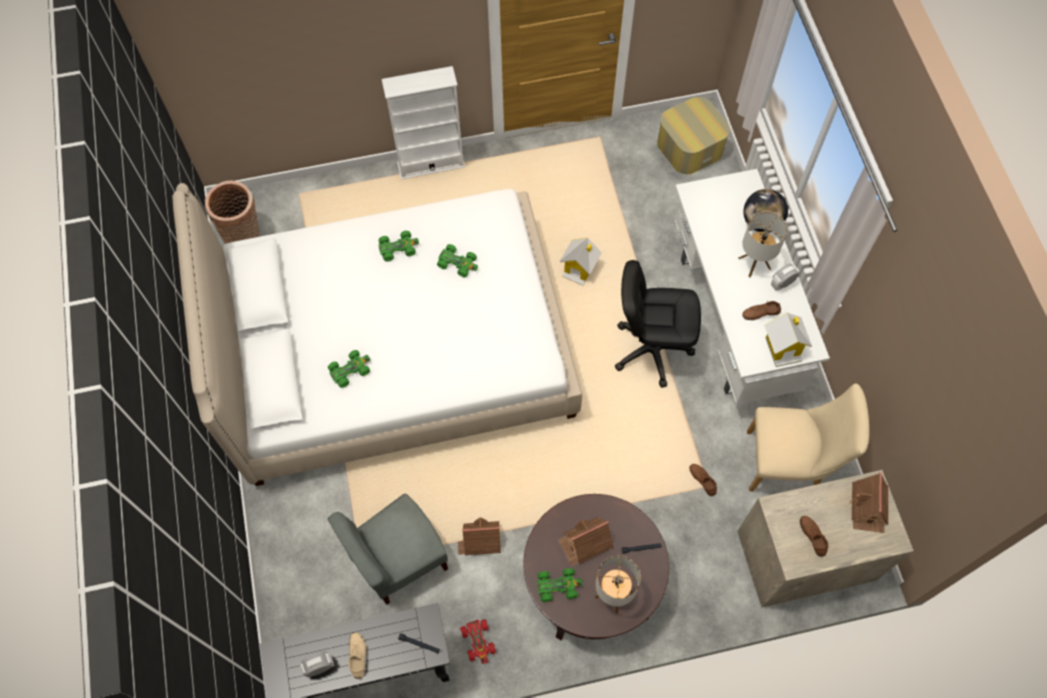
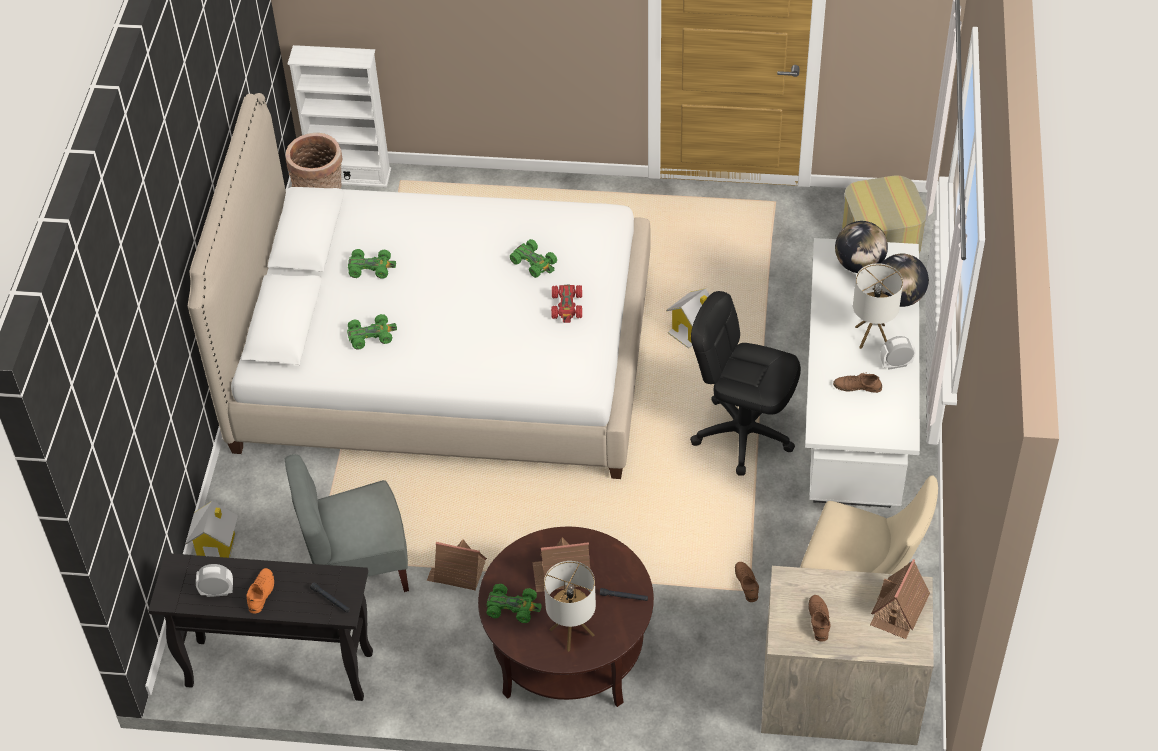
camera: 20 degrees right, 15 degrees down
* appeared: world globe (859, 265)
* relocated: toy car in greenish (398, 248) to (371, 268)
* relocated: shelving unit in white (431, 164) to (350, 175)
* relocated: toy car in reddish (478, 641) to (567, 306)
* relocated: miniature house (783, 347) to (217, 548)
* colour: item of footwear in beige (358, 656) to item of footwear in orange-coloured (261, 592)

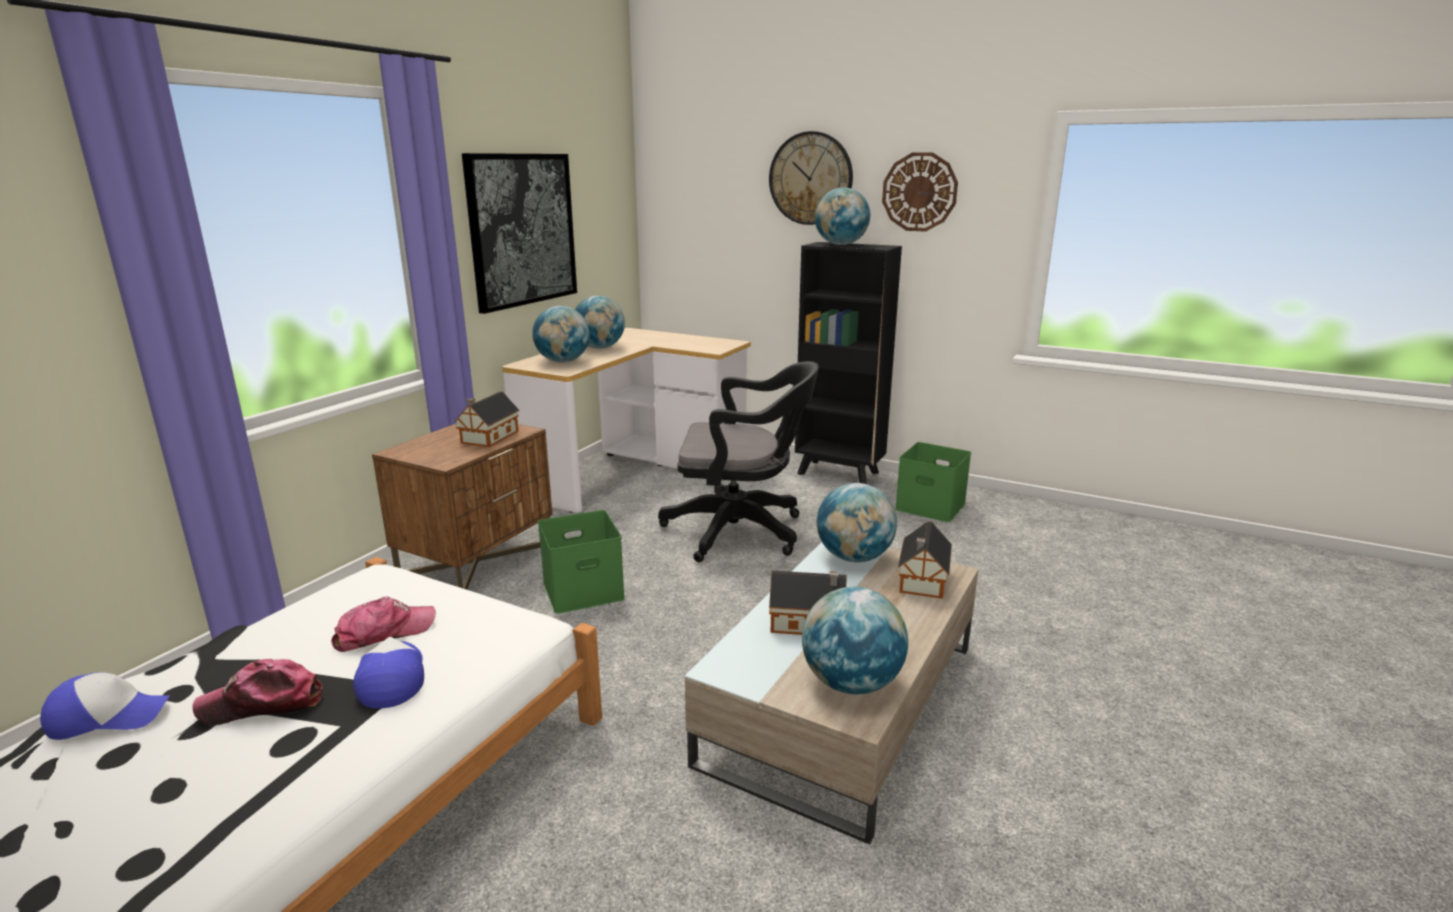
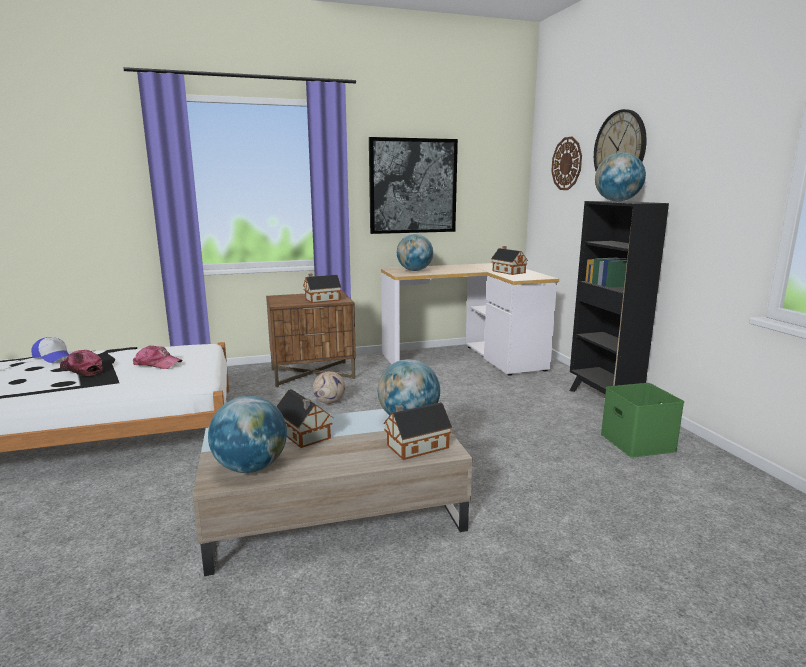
camera: 45 degrees right, 5 degrees down
* missing: peaked cap (393, 679)
* missing: world globe (599, 348)
* missing: desk chair in black (742, 531)
* appeared: miniature house (508, 271)
* relocated: hanging clock (919, 192) to (567, 163)
* exchanged: storage bin in greenish (584, 589) to football ball (330, 402)

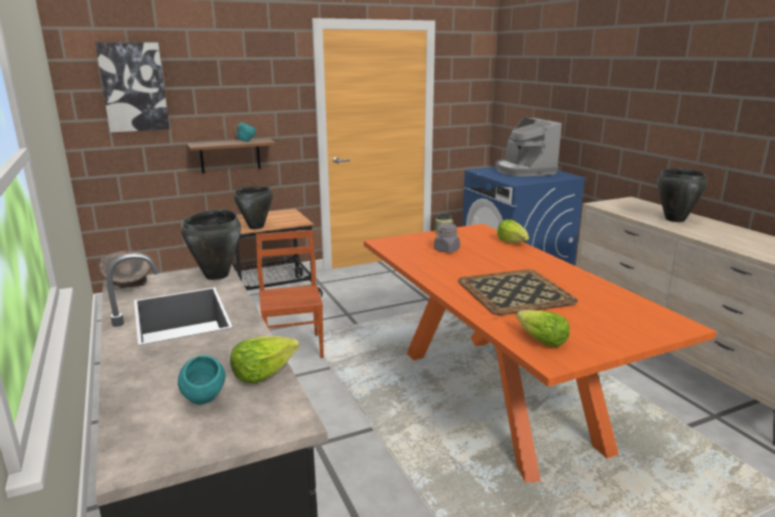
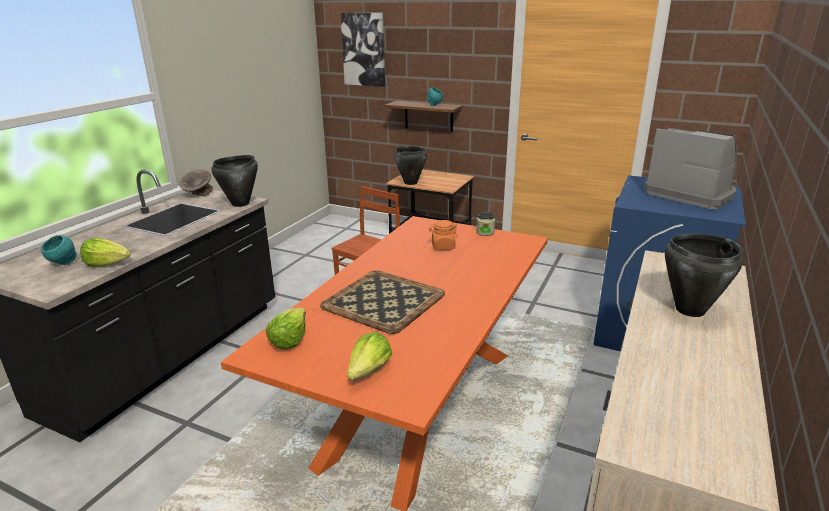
camera: 50 degrees right, 5 degrees up
* relocated: lettuce head (512, 242) to (369, 371)
* colour: jar in greyish (446, 250) to jar in orange-coloured (443, 247)
* spun: coffee maker (523, 171) = (690, 194) 105 degrees clockwise

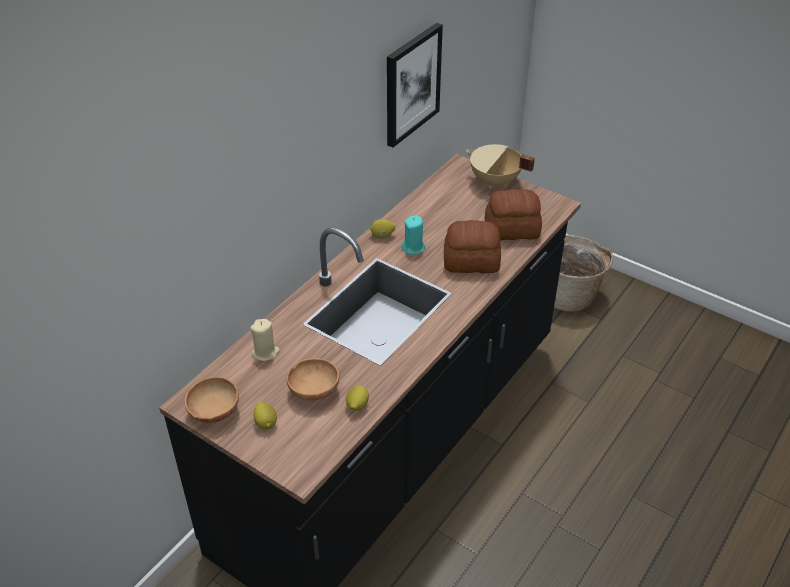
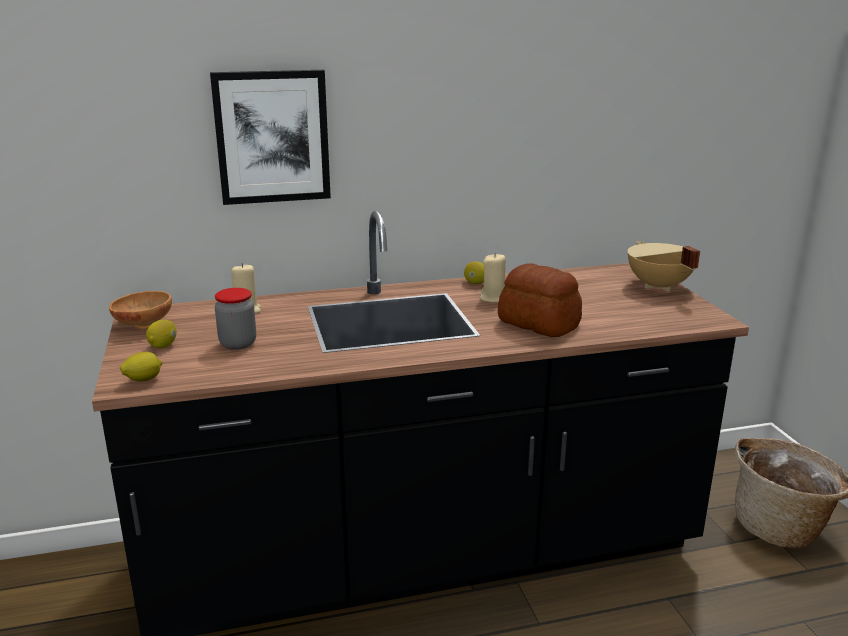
camera: 40 degrees right, 20 degrees down
* missing: bakery bread (512, 230)
* relocated: lemon (357, 405) to (143, 380)
* relocated: wall art (411, 84) to (272, 137)
* exchanged: deep dish in brownish (314, 390) to jar (238, 343)
* colour: candle in turquoise (413, 248) to candle in beige (494, 298)

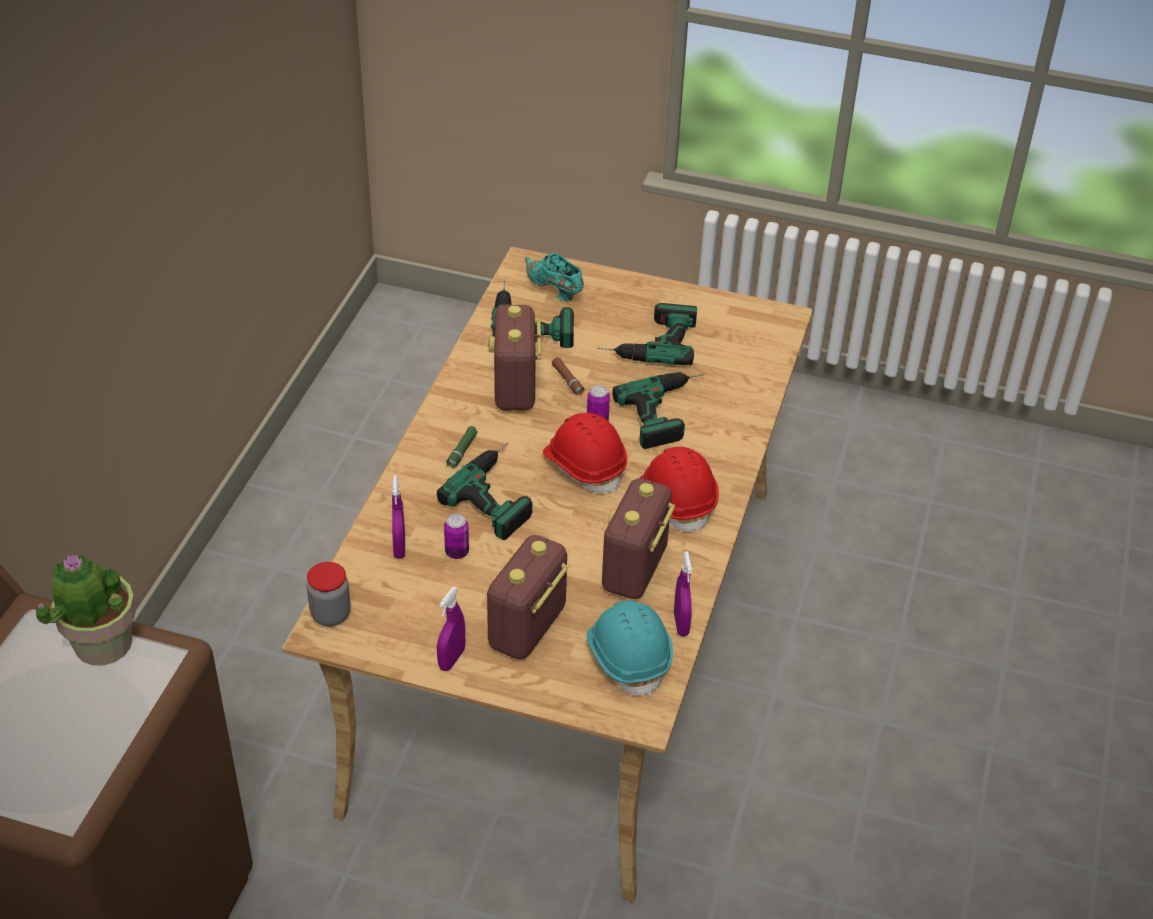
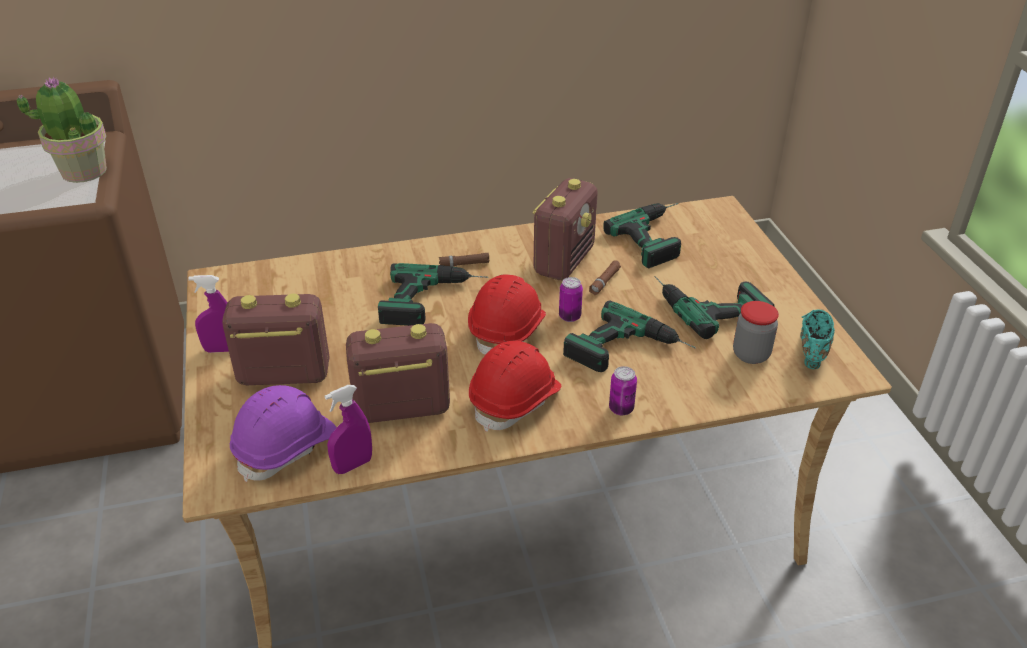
camera: 60 degrees right, 5 degrees down
* missing: hand sprayer in purplish (399, 547)
* relocated: jar (330, 614) to (751, 354)
* relocated: can (457, 552) to (621, 409)
* relocated: item of footwear in turquoise (554, 289) to (812, 351)
* colour: flashlight in greenish (462, 451) to flashlight in brownish (464, 264)
* colour: hard hat in turquoise (628, 657) to hard hat in purplish (286, 447)
* spun: radio set (515, 389) = (564, 260) 150 degrees clockwise

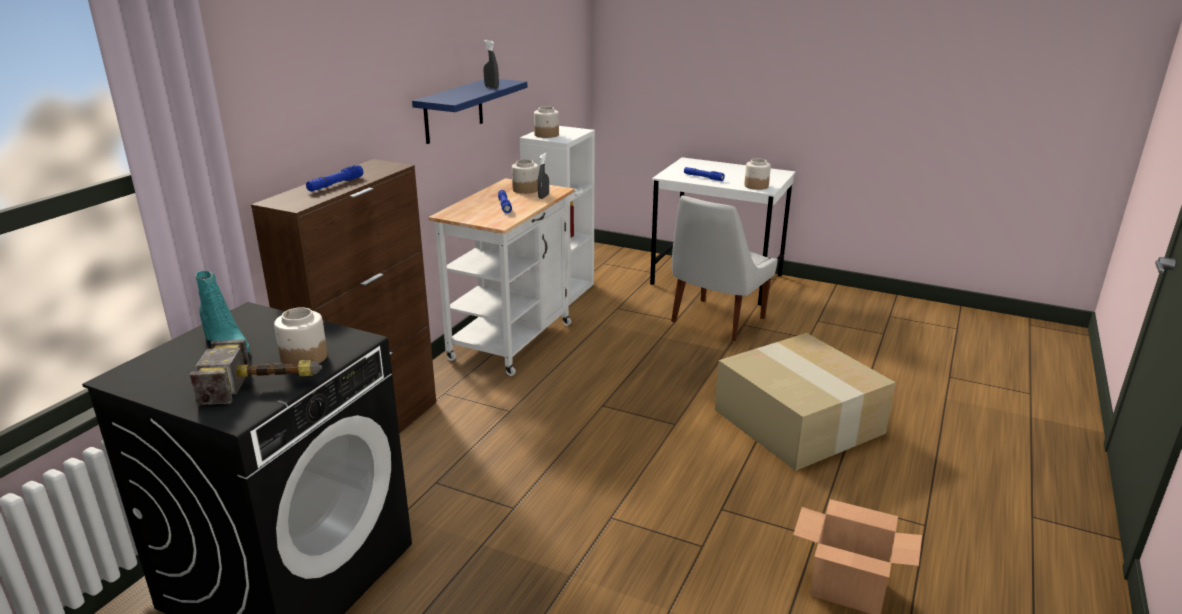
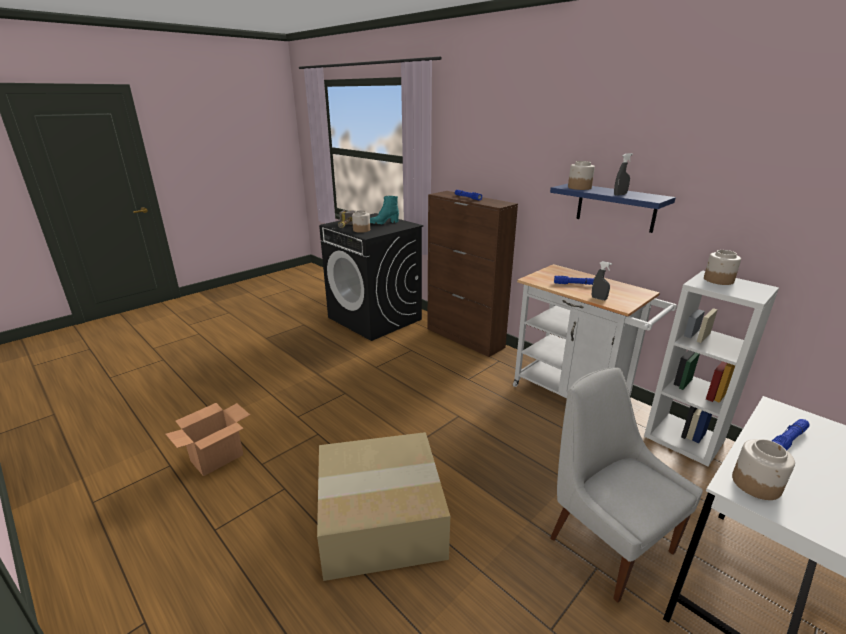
camera: 110 degrees right, 0 degrees up
* relocated: jar (525, 189) to (579, 187)

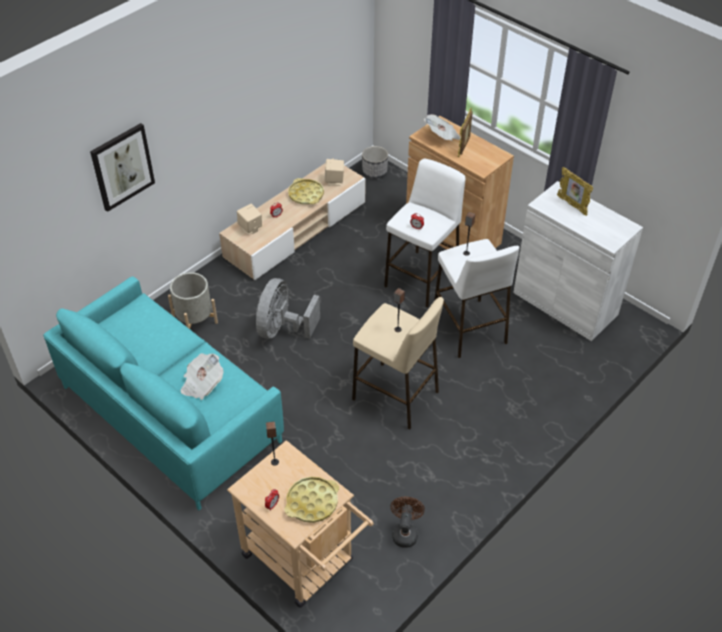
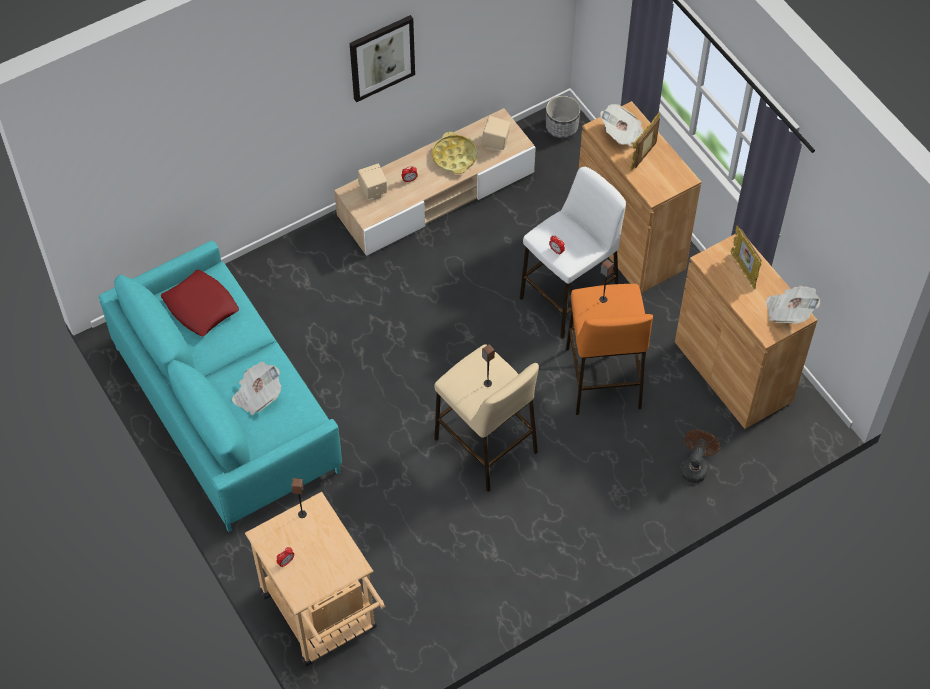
camera: 15 degrees right, 10 degrees up
* missing: plant pot in greyish (195, 320)
* missing: fan in greyish (282, 329)
* missing: carrying tray in yellow-coloured (312, 502)
* appeared: cushion in reddish (200, 307)
* appeared: daily paper (789, 312)
* relocated: wall art (122, 166) to (381, 57)
* relocated: fan in brownish (405, 532) to (695, 466)
* colour: stool in white (469, 328) to stool in orange-coloured (603, 379)
* colour: storage cabinet in white (565, 303) to storage cabinet in brownish (733, 371)

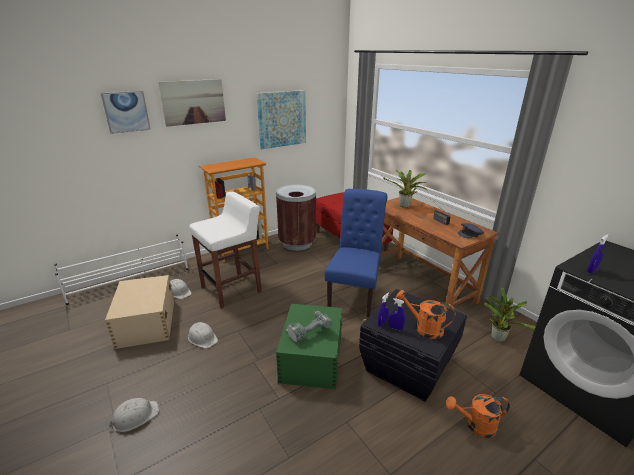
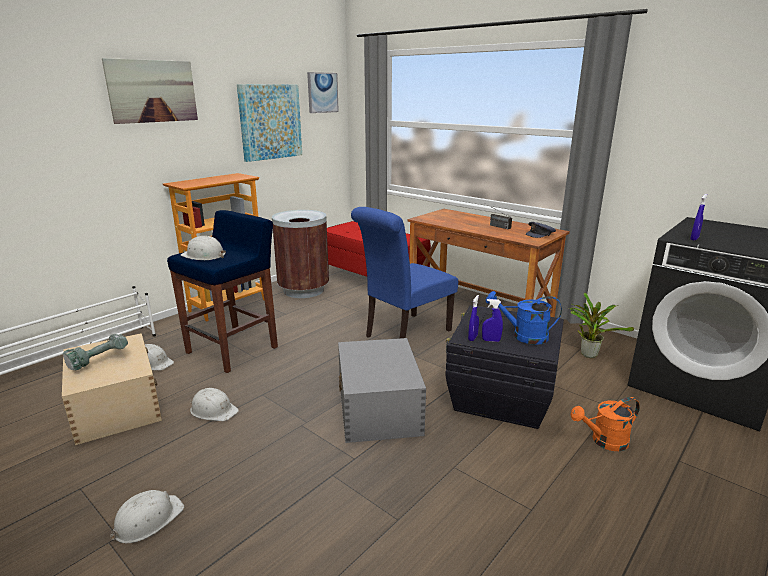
camera: 15 degrees left, 5 degrees down
* missing: plant in a pot (405, 206)
* appeared: hard hat in white (204, 255)
* relocated: wall art (126, 112) to (322, 92)
* relocated: drill (308, 331) to (98, 359)
* colour: stool in white (232, 289) to stool in blue (234, 349)
* colour: storage bin in greenish (311, 358) to storage bin in greyish (378, 409)
* colour: sprinkling can in orange-coloured (424, 328) to sprinkling can in blue (523, 336)
* spun: chair in blue (355, 294) = (404, 334) 135 degrees counterclockwise

